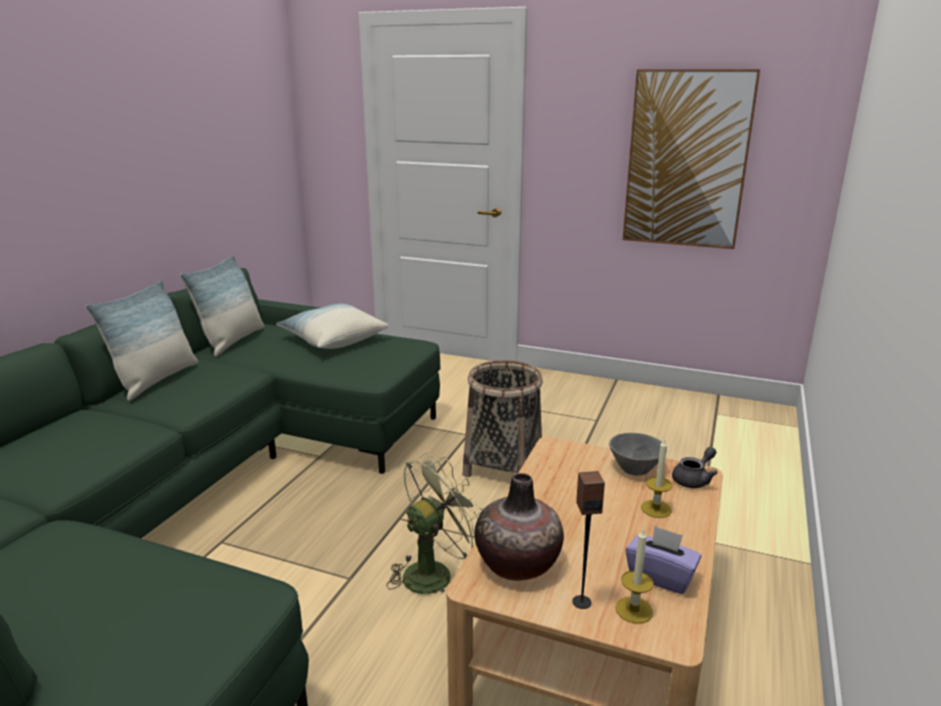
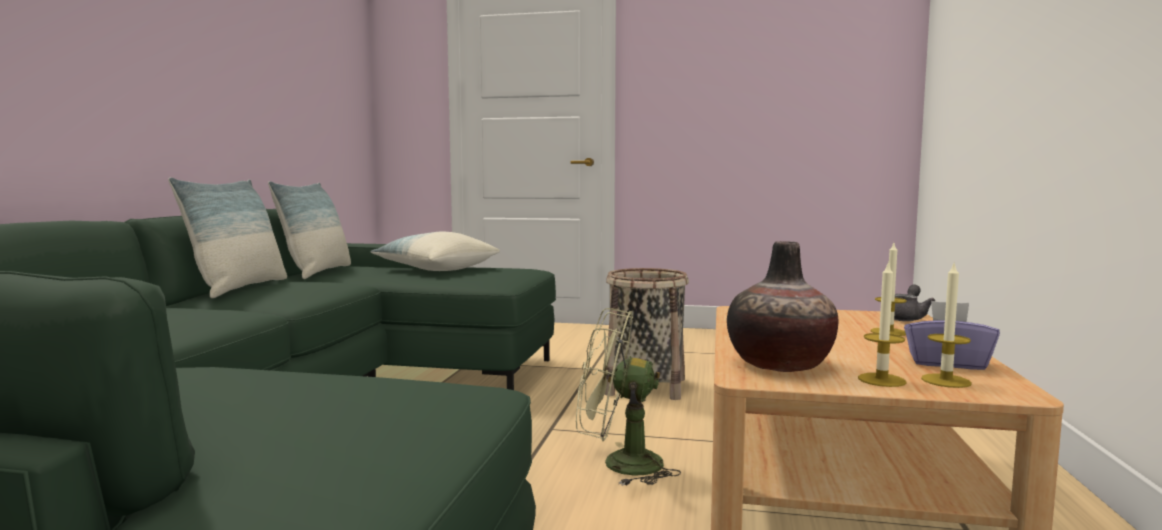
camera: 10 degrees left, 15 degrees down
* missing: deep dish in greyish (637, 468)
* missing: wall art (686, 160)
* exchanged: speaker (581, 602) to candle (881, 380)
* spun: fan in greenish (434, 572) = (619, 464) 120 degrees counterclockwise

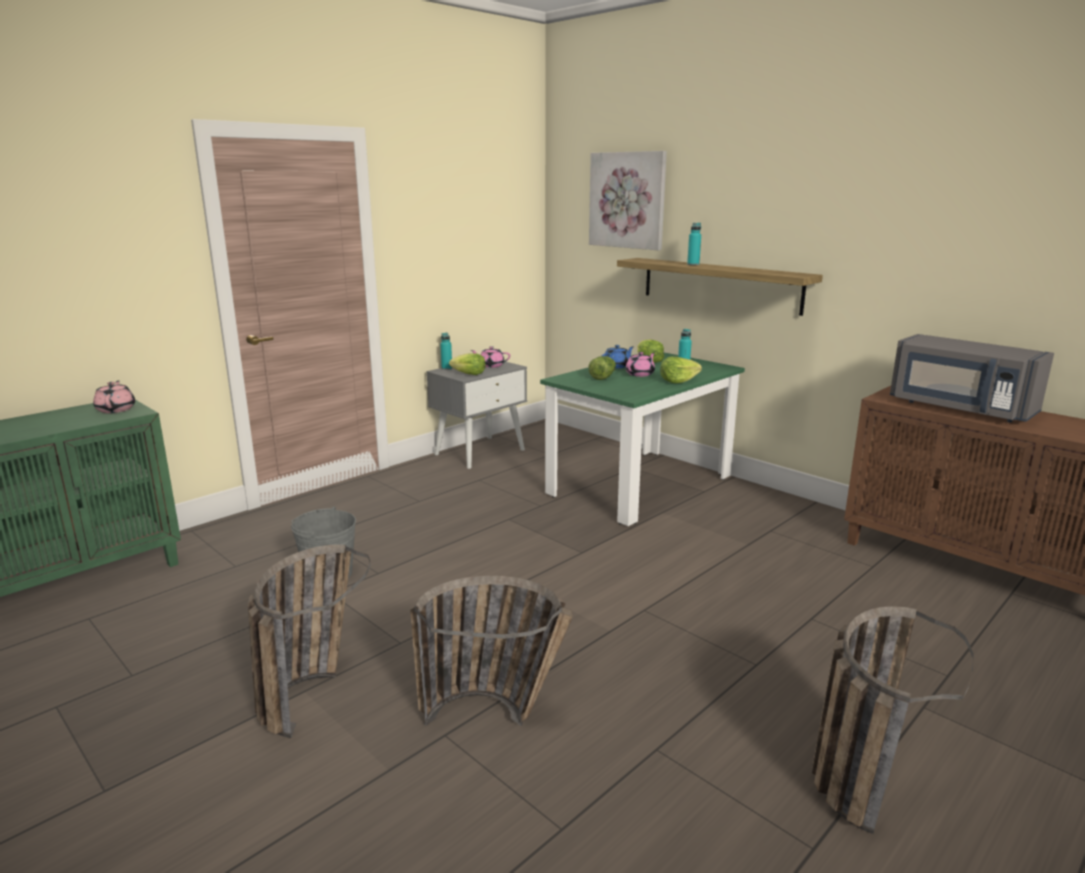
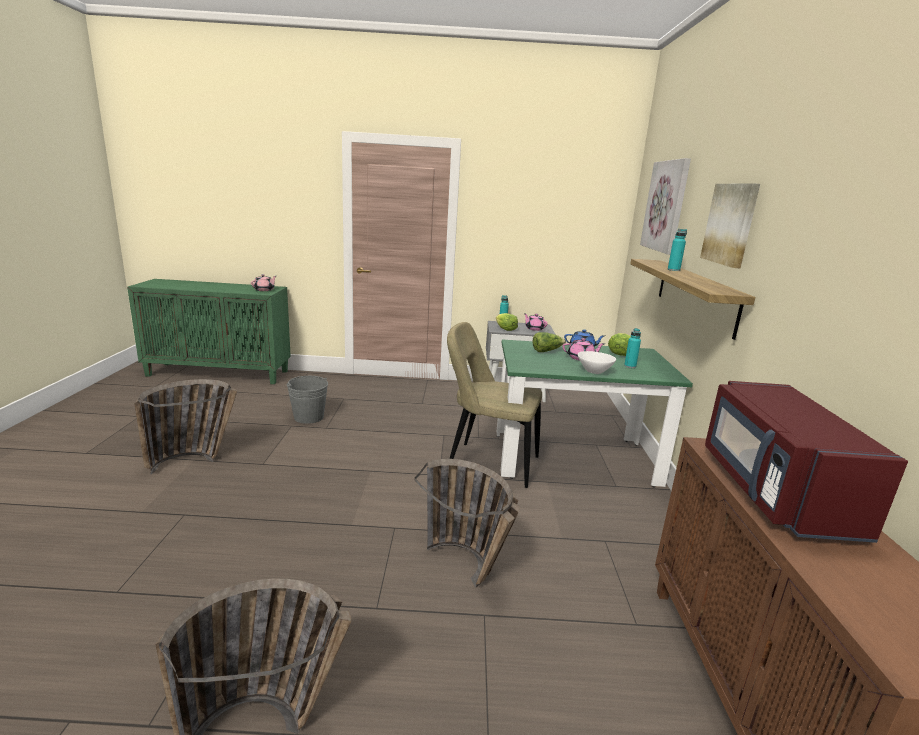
camera: 45 degrees right, 0 degrees up
* appeared: chair in beige (488, 463)
* appeared: wall art (731, 224)
* relocated: storage basket (496, 715) to (470, 571)
* exchanged: lettuce head (678, 381) to deep dish in white (594, 371)
* colour: microwave oven in greyish (960, 408) to microwave oven in reddish (773, 491)

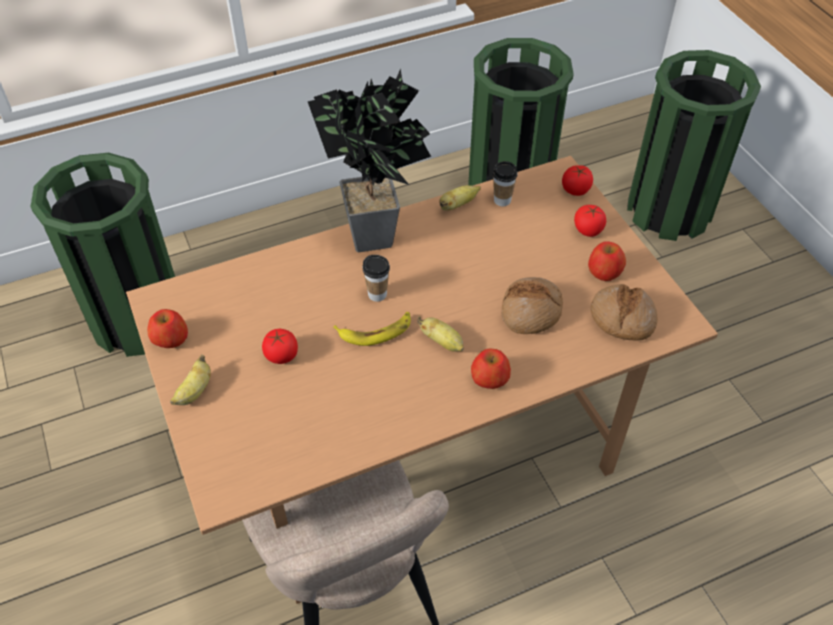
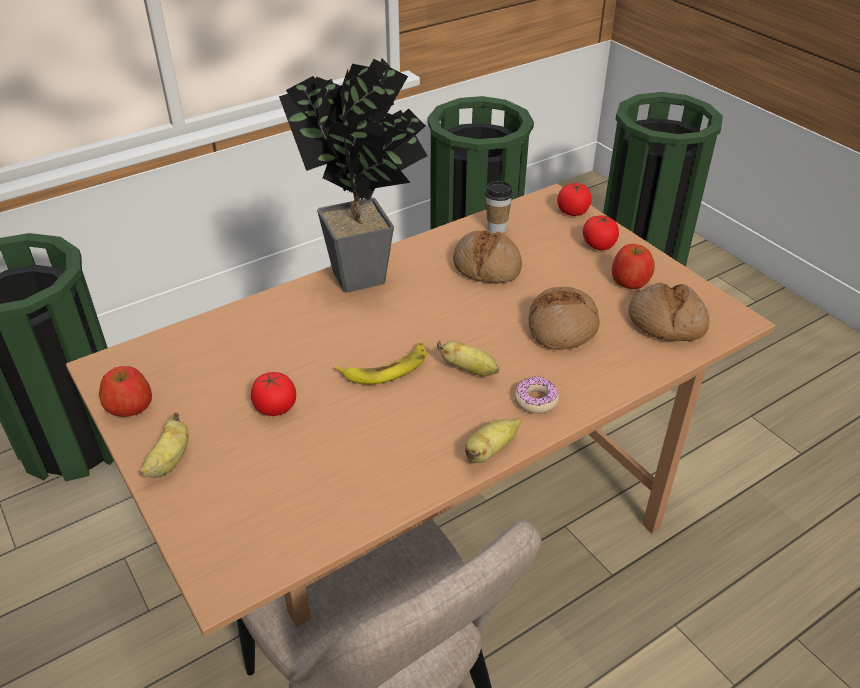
camera: 10 degrees left, 10 degrees down
* missing: cup (377, 294)
* appeared: bakery bread (487, 266)
* relocated: banana fruit (458, 205) to (490, 451)
* exchanged: whole apple (489, 378) to ring doughnut (536, 400)

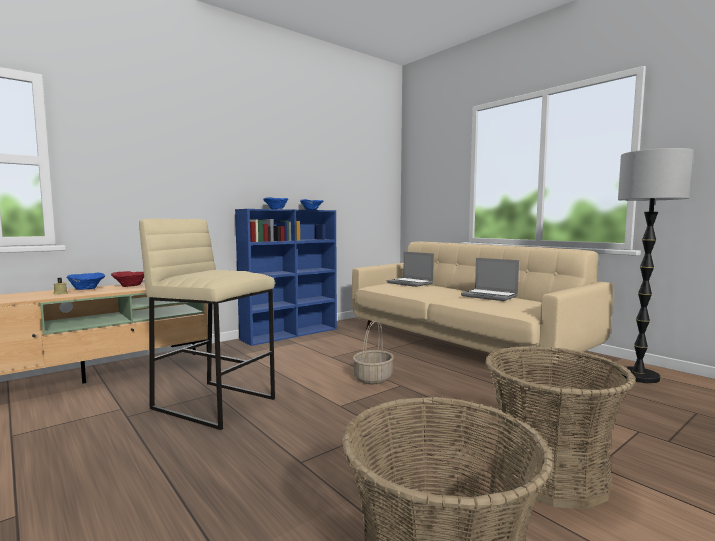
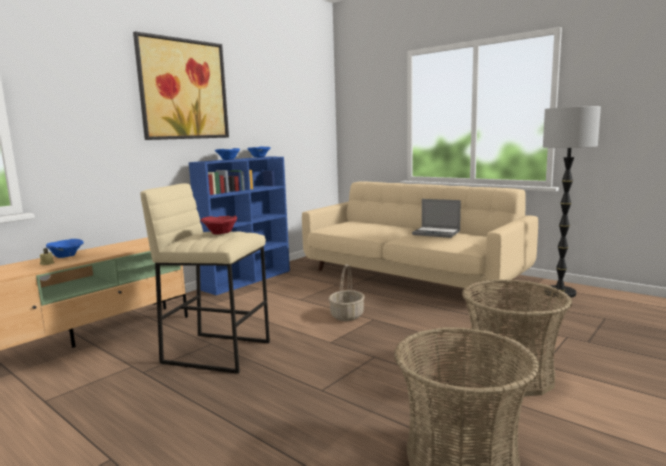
camera: 10 degrees left, 5 degrees up
* missing: laptop (410, 283)
* appeared: wall art (183, 89)
* relocated: deep dish in reddish (130, 286) to (220, 233)

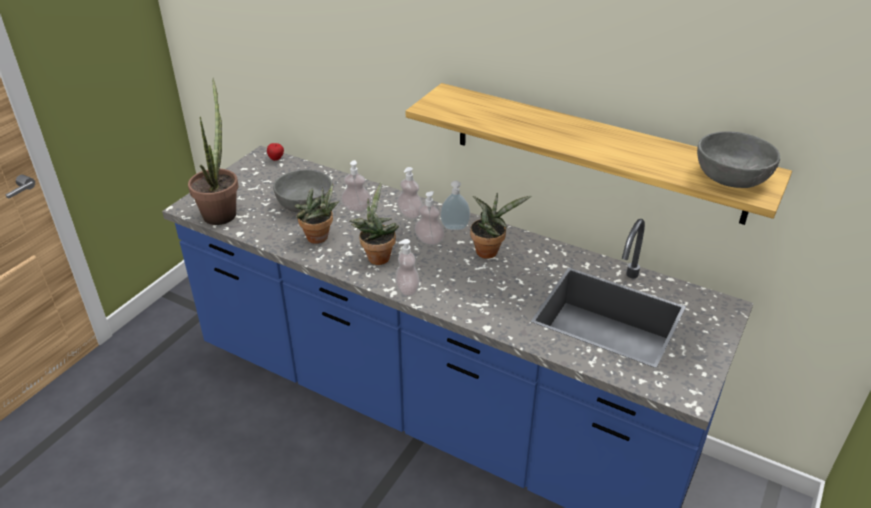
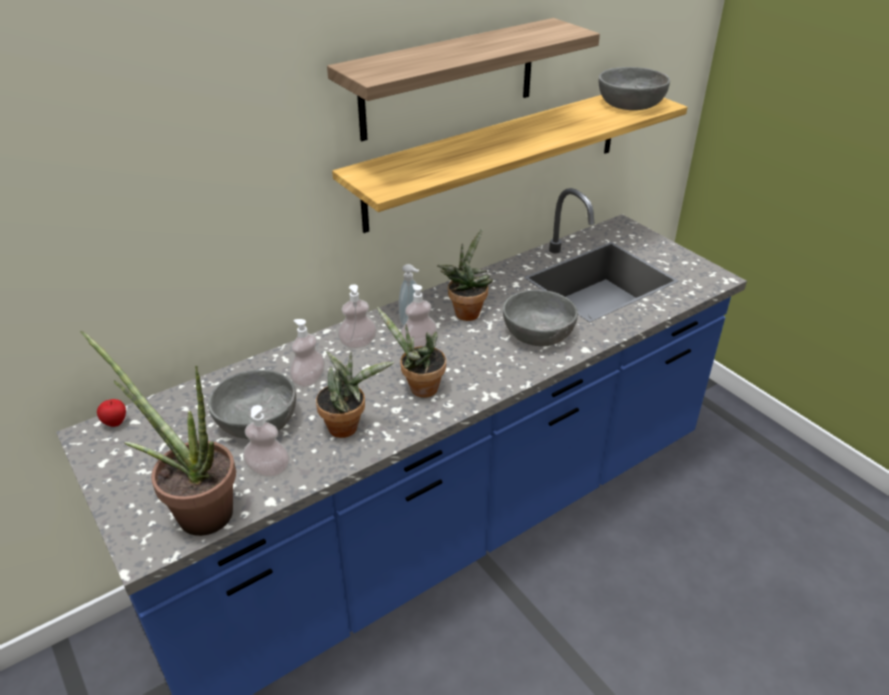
camera: 65 degrees left, 0 degrees up
* appeared: shelf (449, 79)
* appeared: deep dish in greyish (537, 333)
* relocated: liquid soap bottle (407, 289) to (268, 469)

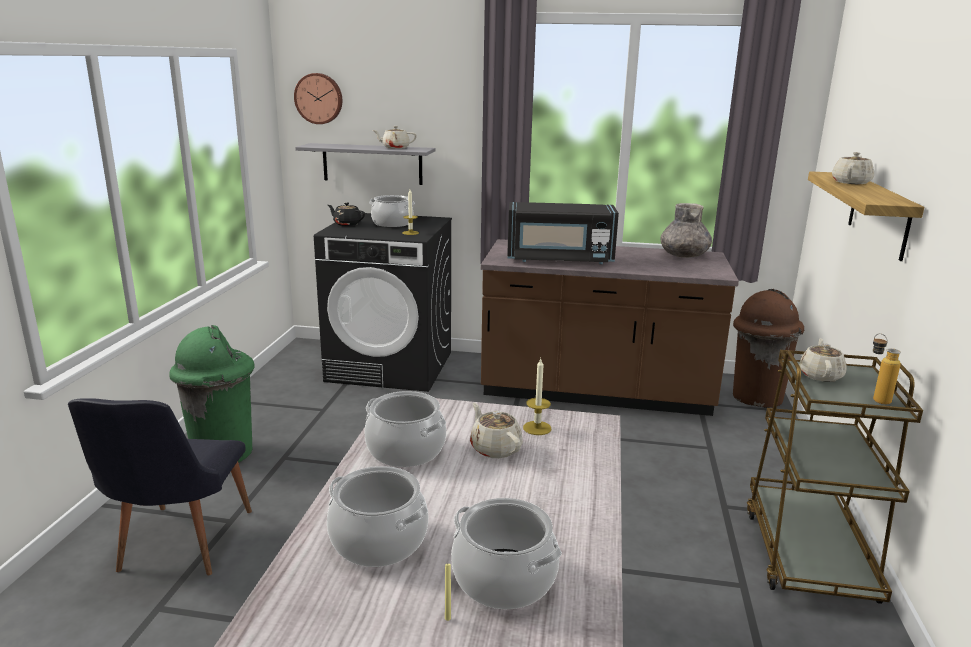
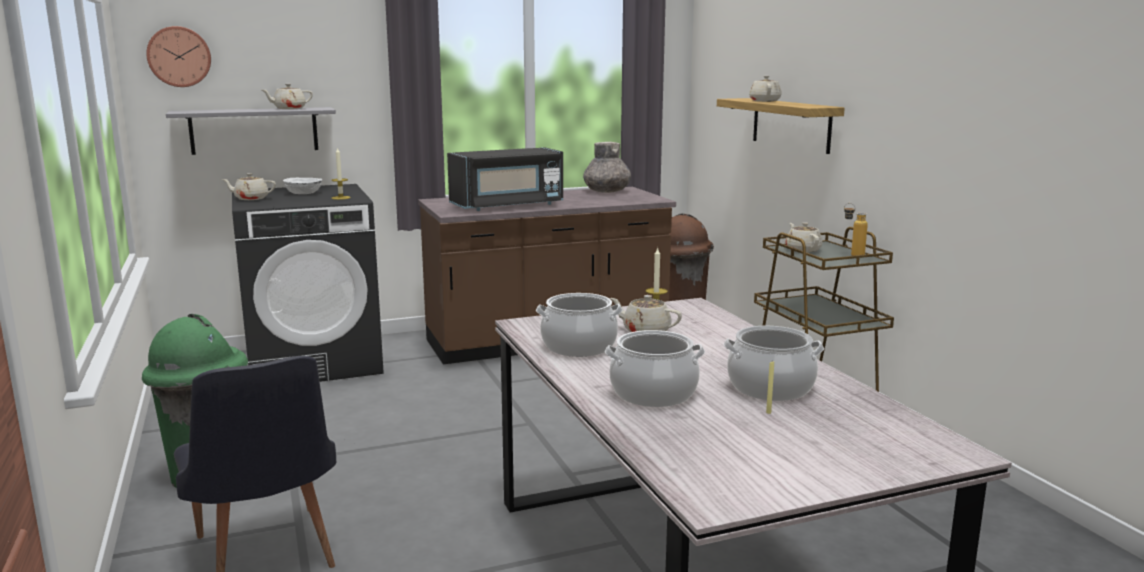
camera: 30 degrees left, 5 degrees down
* exchanged: cooking pot (392, 223) to deep dish in white (303, 193)
* colour: teapot in black (347, 224) to teapot in beige (250, 199)

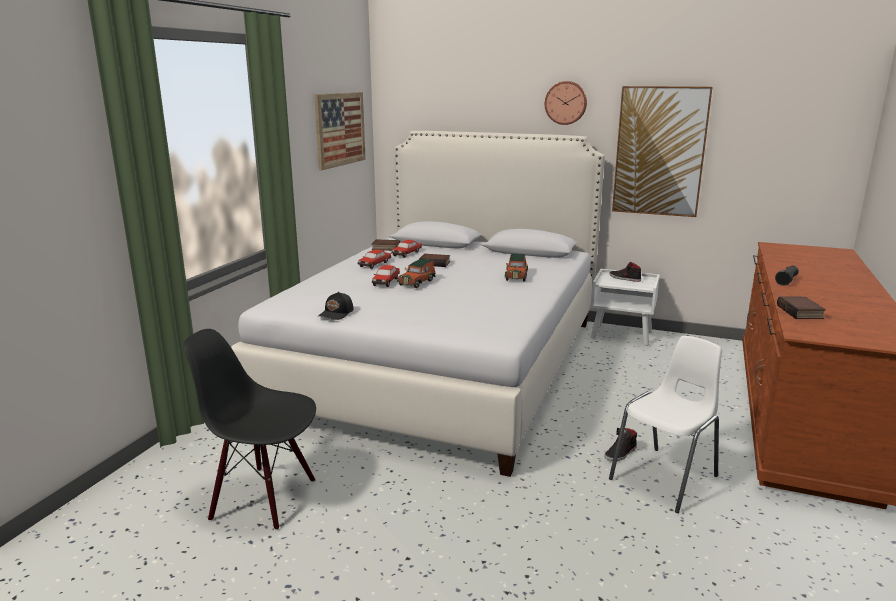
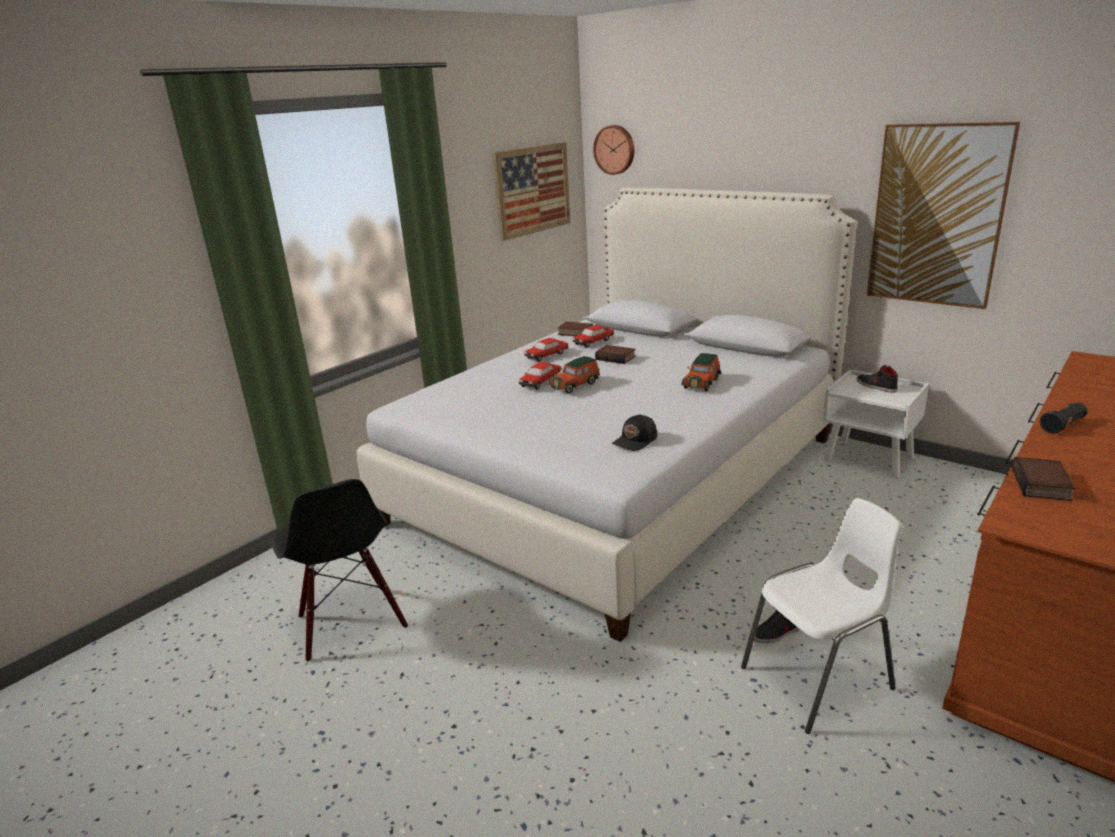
camera: 20 degrees right, 5 degrees up
* relocated: peaked cap in black (336, 314) to (636, 441)
* relocated: hanging clock (566, 103) to (615, 149)
* spun: chair in black (264, 498) = (350, 623) 150 degrees counterclockwise

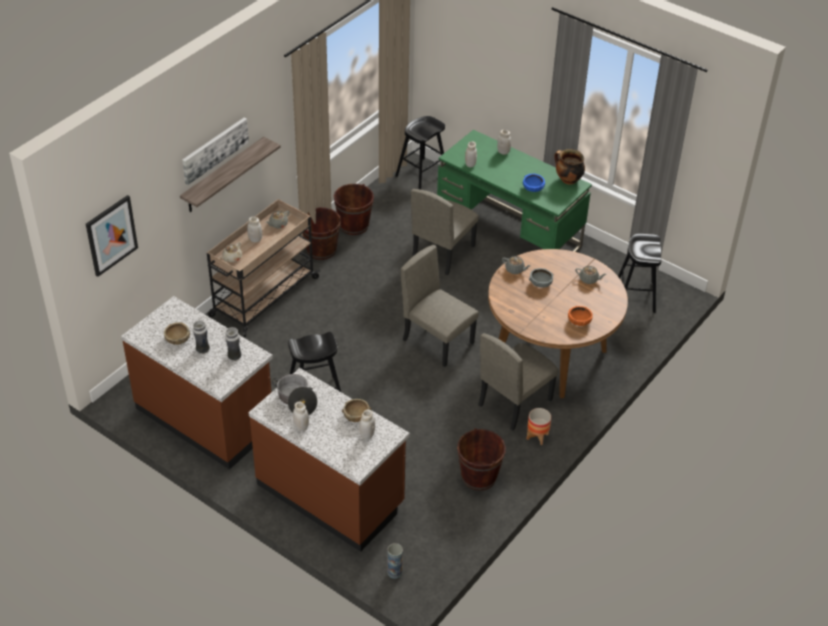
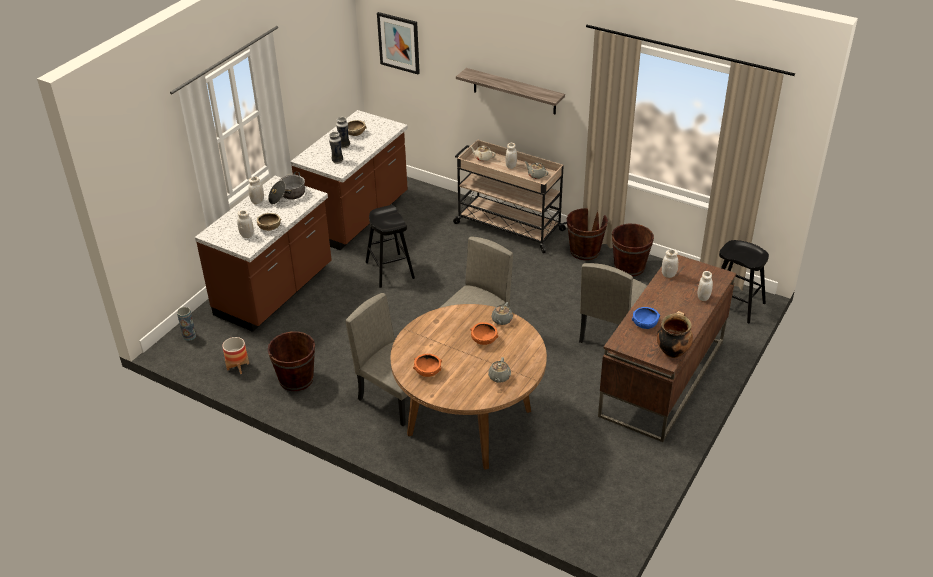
camera: 85 degrees right, 5 degrees down
* missing: wall art (214, 150)
* missing: stool in black (635, 296)
* relocated: plant pot (537, 436) to (238, 367)
* colour: desk table in greenish (509, 233) to desk table in brownish (662, 379)
* colour: deep dish in greyish (540, 283) to deep dish in orange-coloured (484, 340)
* spun: chair in beige (442, 252) = (610, 331) 90 degrees counterclockwise

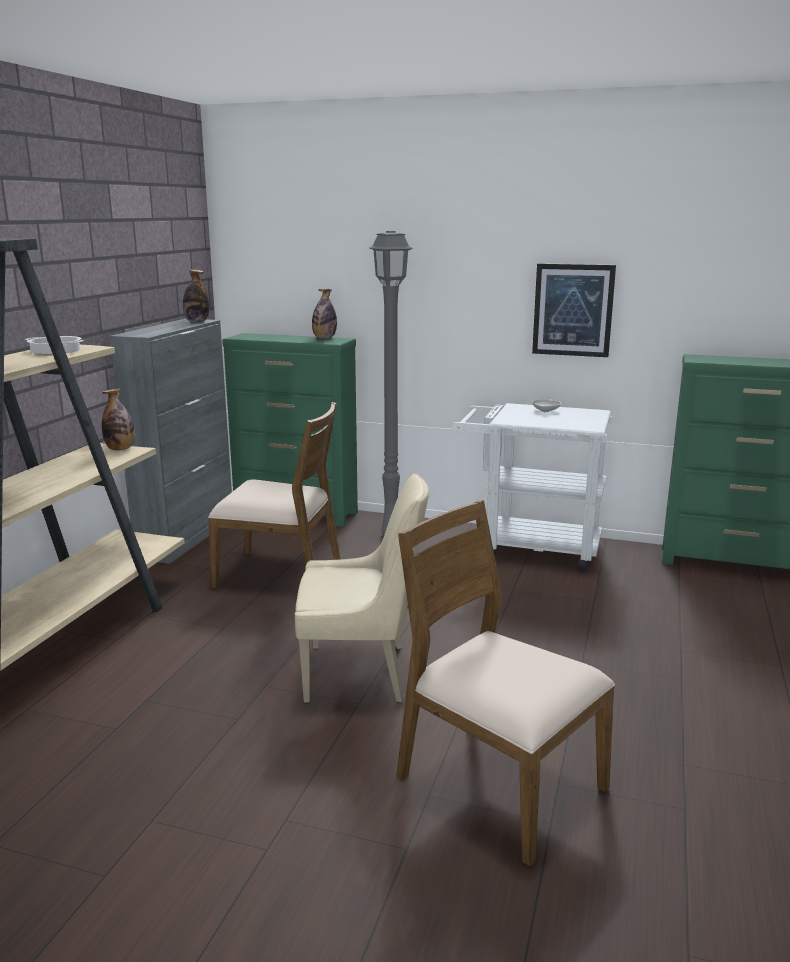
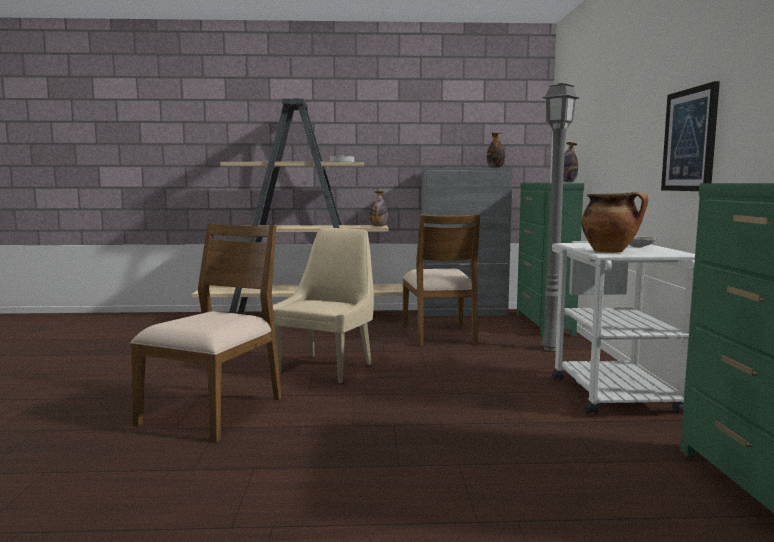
camera: 70 degrees right, 10 degrees down
* appeared: cooking pot (610, 251)
* spun: chair in beige (361, 673) = (327, 367) 135 degrees counterclockwise

